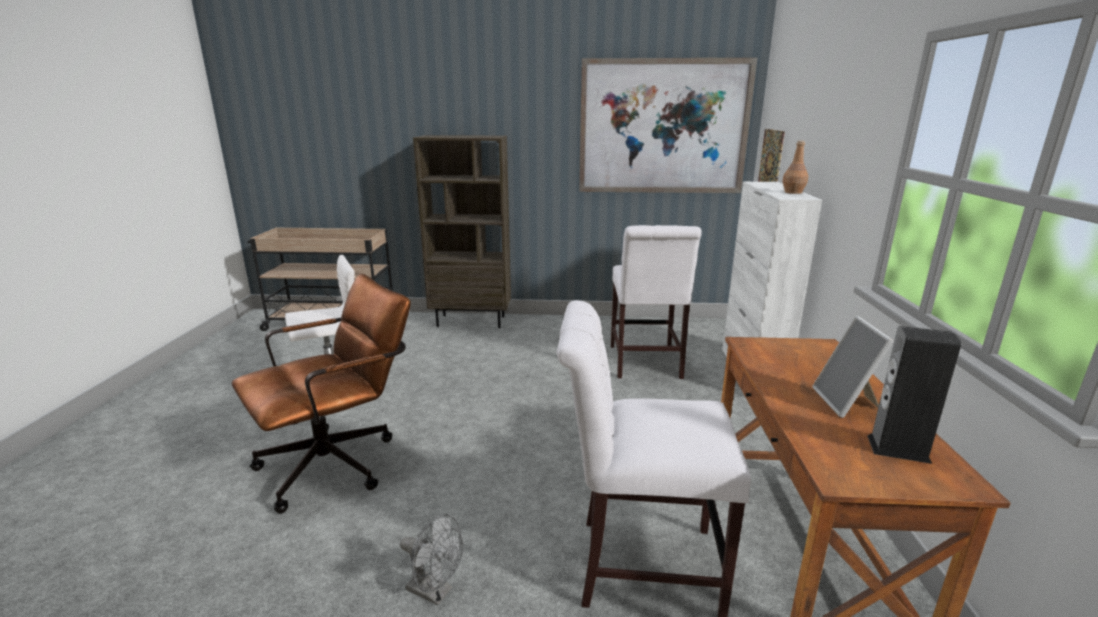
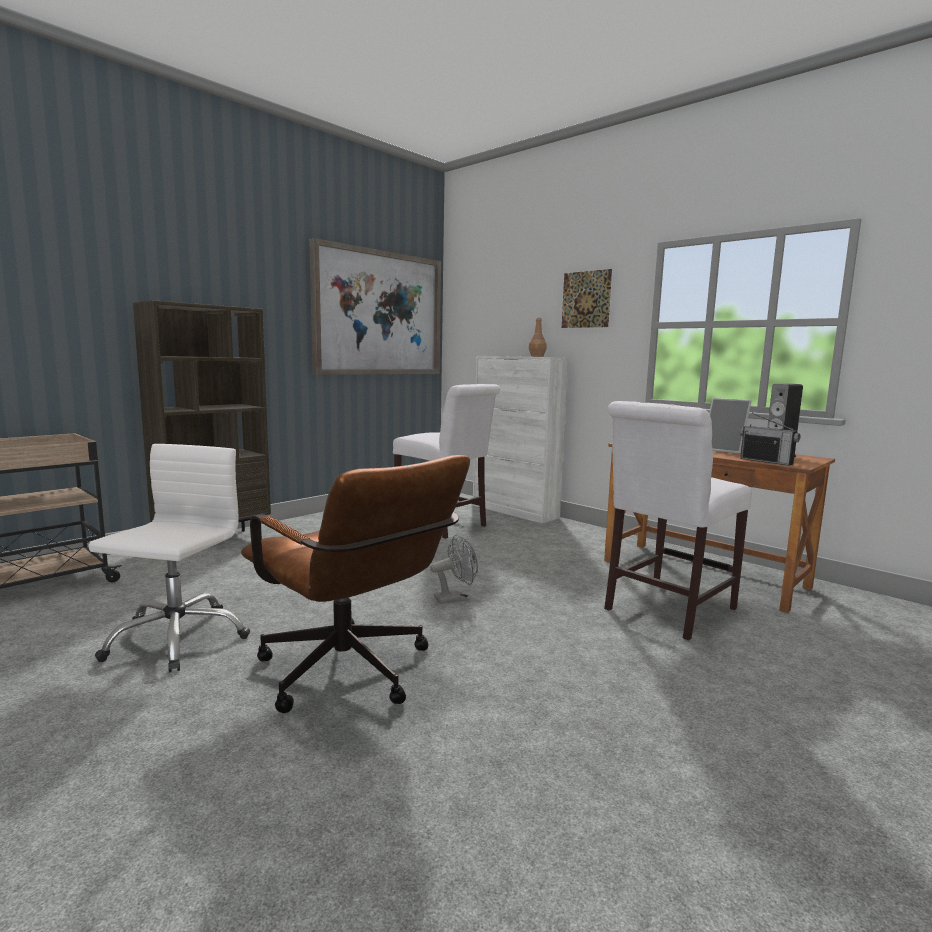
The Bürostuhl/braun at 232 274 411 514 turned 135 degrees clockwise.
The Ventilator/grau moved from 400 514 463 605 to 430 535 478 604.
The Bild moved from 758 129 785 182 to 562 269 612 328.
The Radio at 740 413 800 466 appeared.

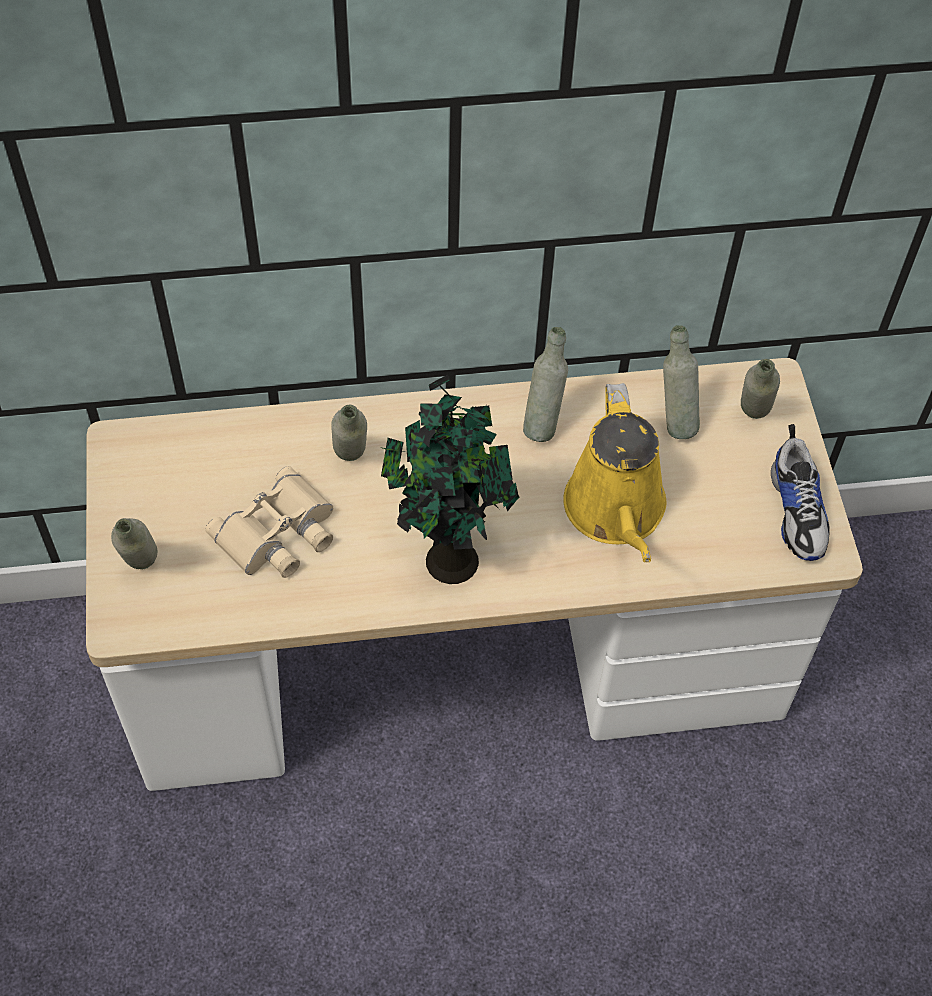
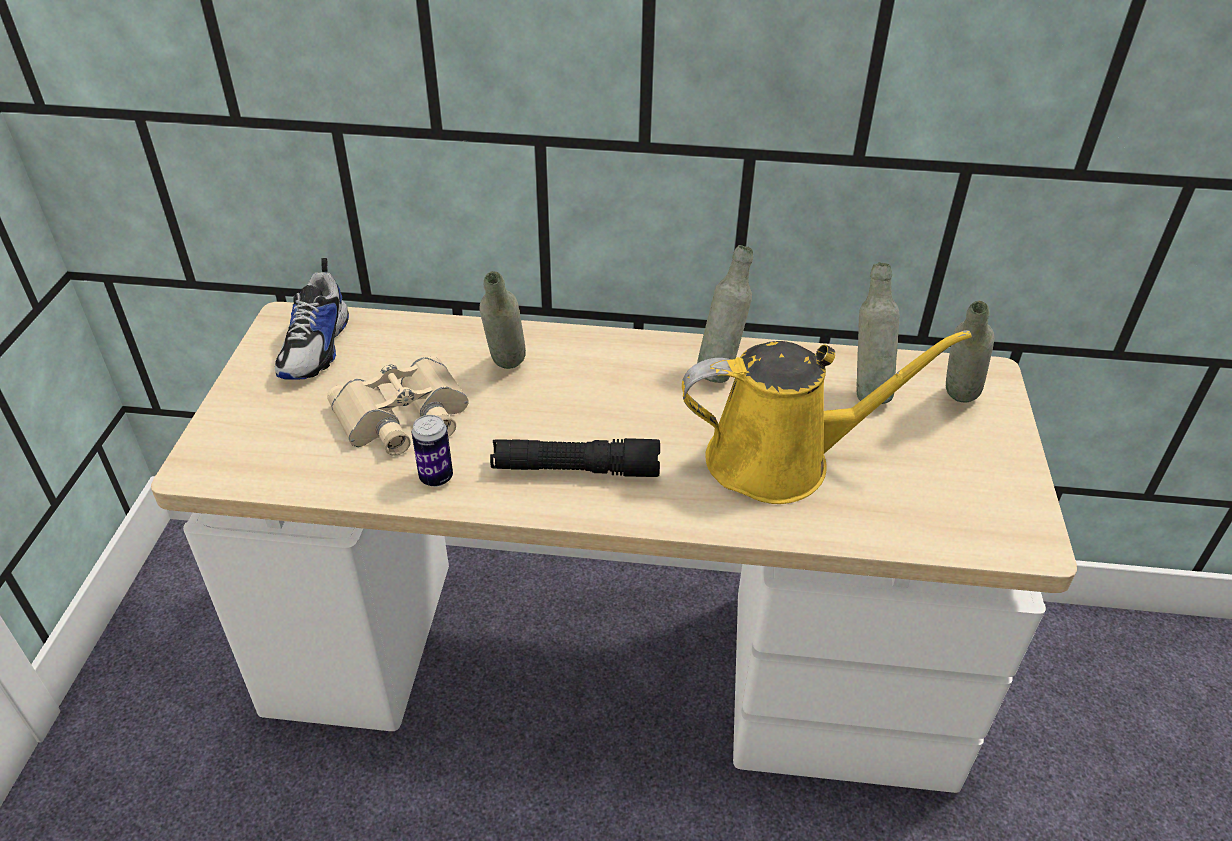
The Schuh moved from 771 424 830 561 to 275 258 349 380.
The Dose at 412 415 453 487 appeared.
The Topfpflanze at 381 375 519 584 was replaced by the Taschenlampe/schwarz at 490 438 660 477.
The Gießkanne/gelb at 563 383 666 562 turned 105 degrees counterclockwise.
The Flasche/grau at 111 518 157 569 disappeared.

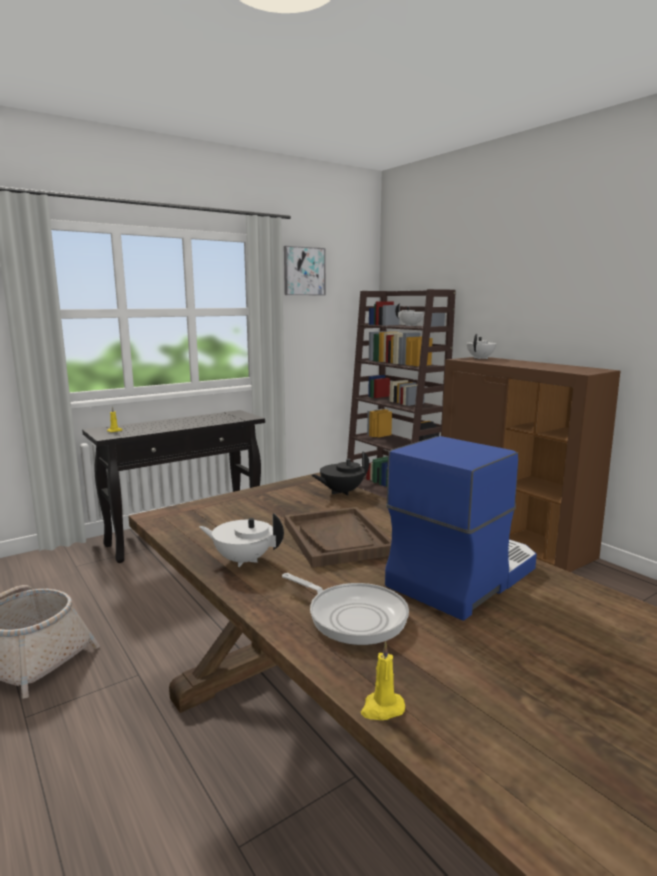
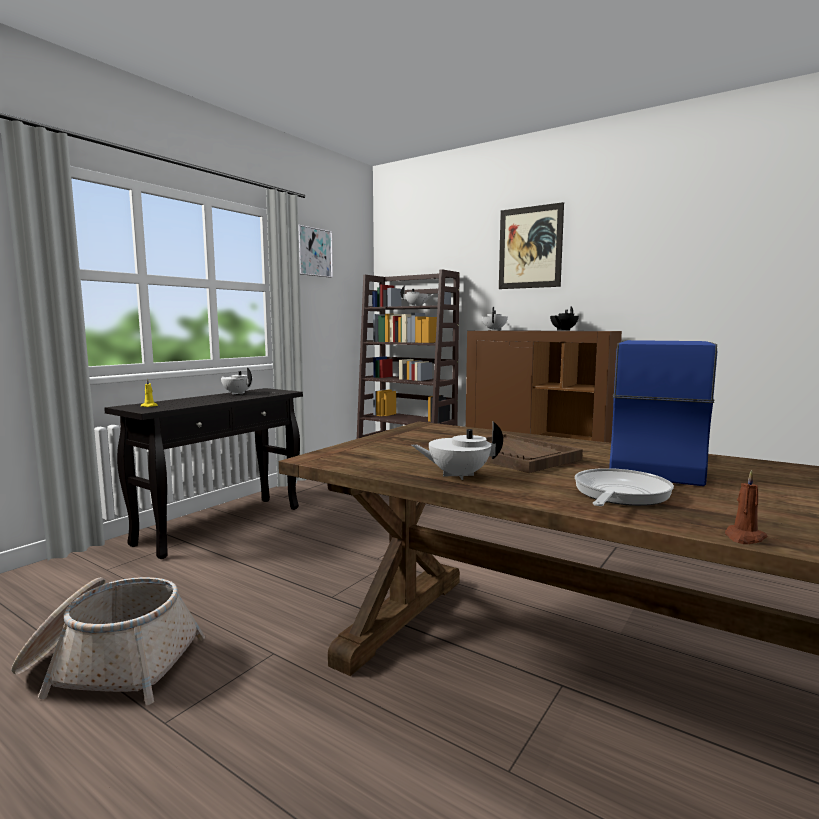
The Teekanne/weiß at 221 368 253 395 appeared.
The Bild at 499 202 564 289 appeared.
The Teekanne/schwarz moved from 311 451 369 496 to 550 306 579 331.
The Pfanne at 282 573 409 645 turned 75 degrees counterclockwise.
The Kerze/gelb at 361 642 405 720 became the Kerze/braun at 725 470 767 544.

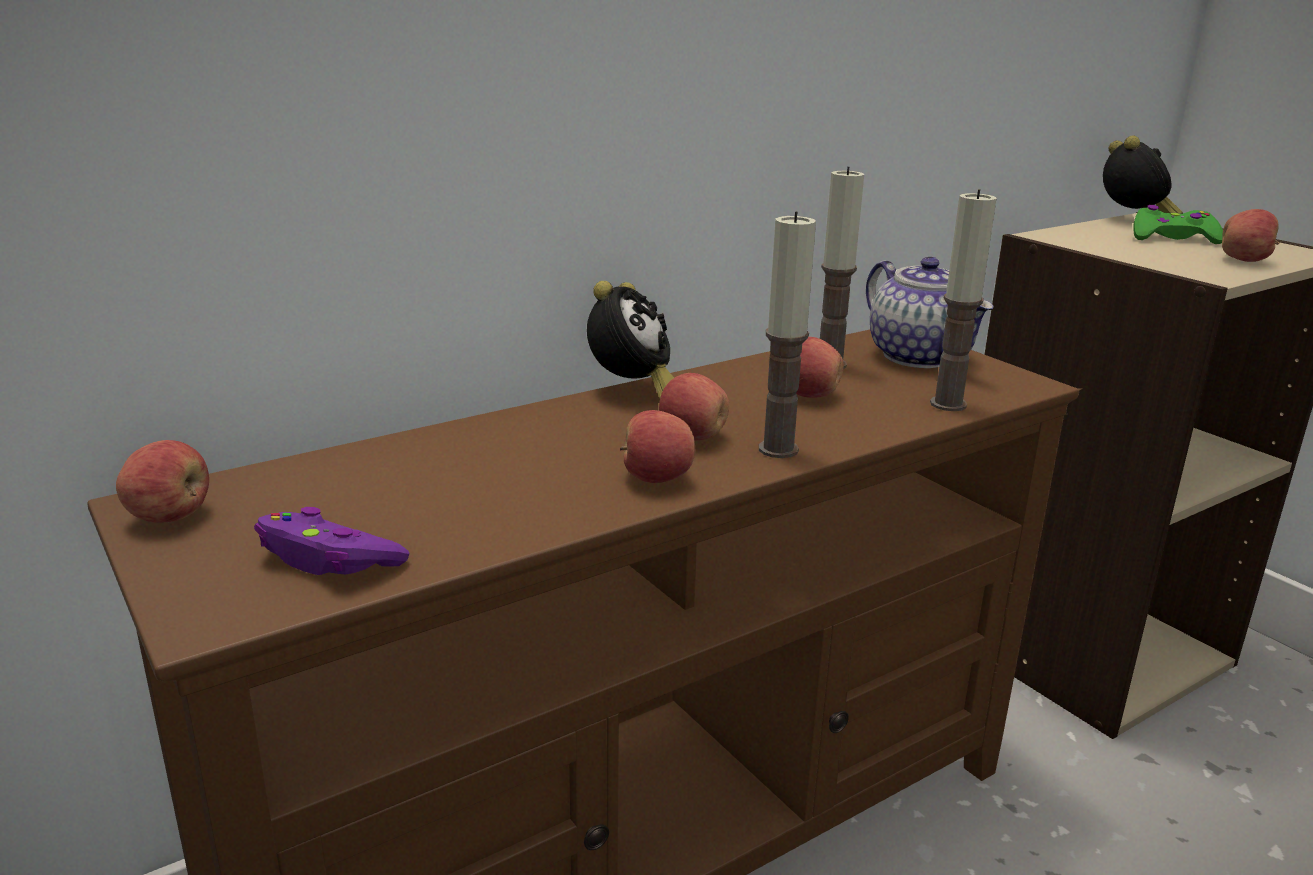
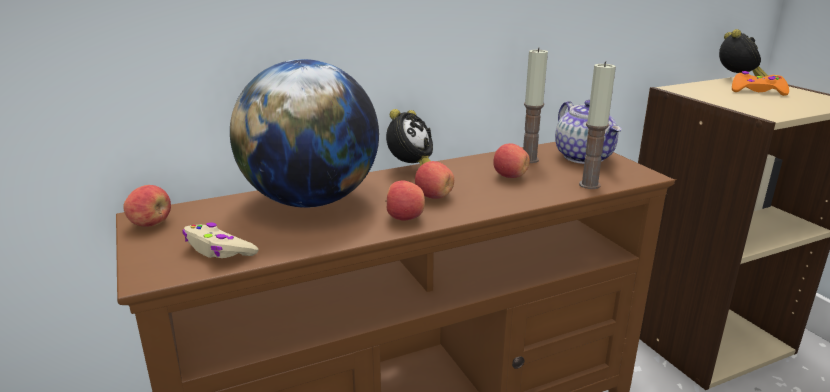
The Gamepad/lila at 254 507 410 575 became the Gamepad/beige at 182 222 259 258.
The Globus at 230 59 379 208 appeared.
The Gamepad/grün at 1134 205 1223 244 became the Gamepad/orange at 732 71 789 96.
The Kerze at 759 212 816 458 disappeared.
The Apfel at 1222 209 1279 262 disappeared.

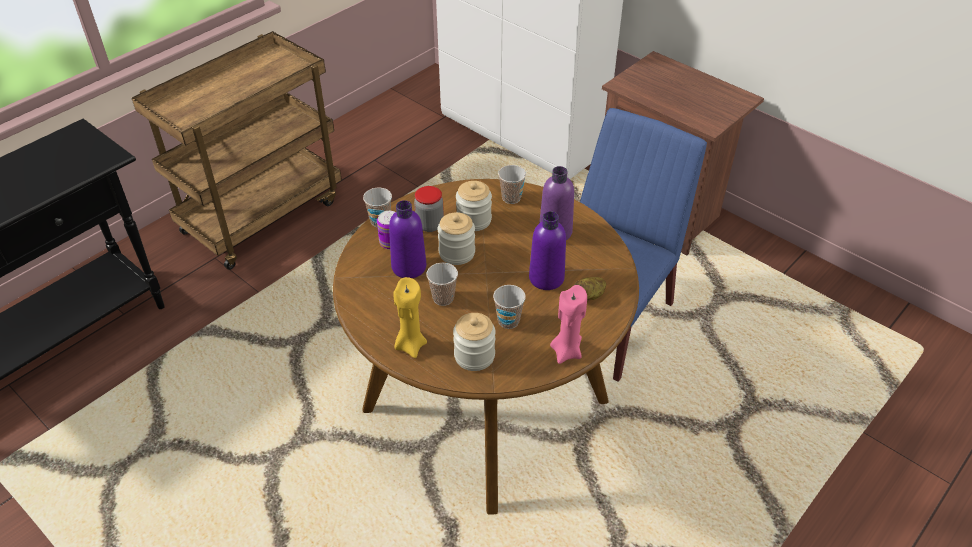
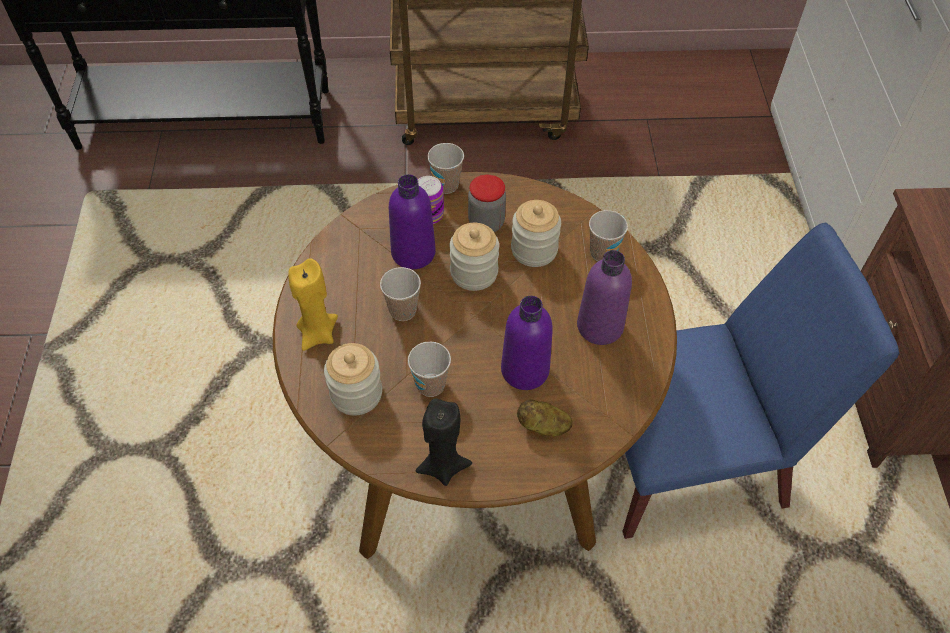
The Kerze/rosa at 550 285 587 364 became the Kerze/schwarz at 416 399 472 486.

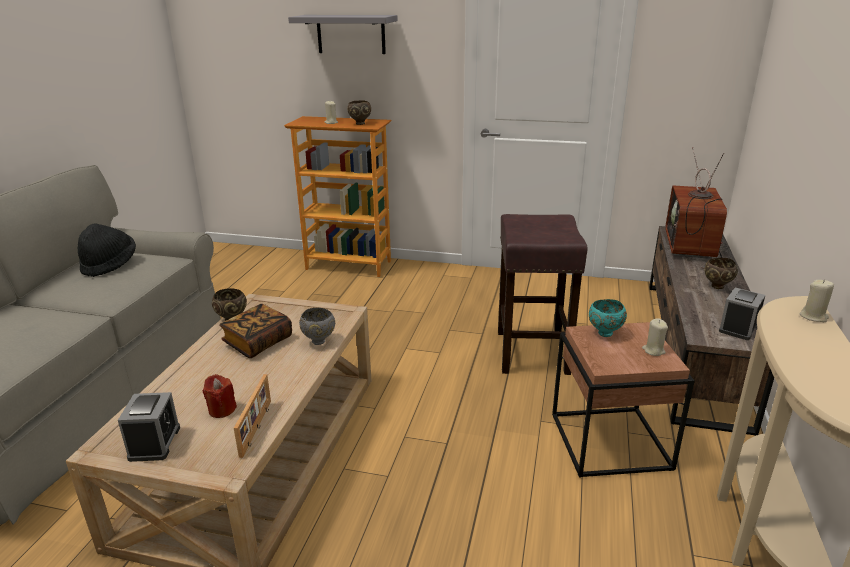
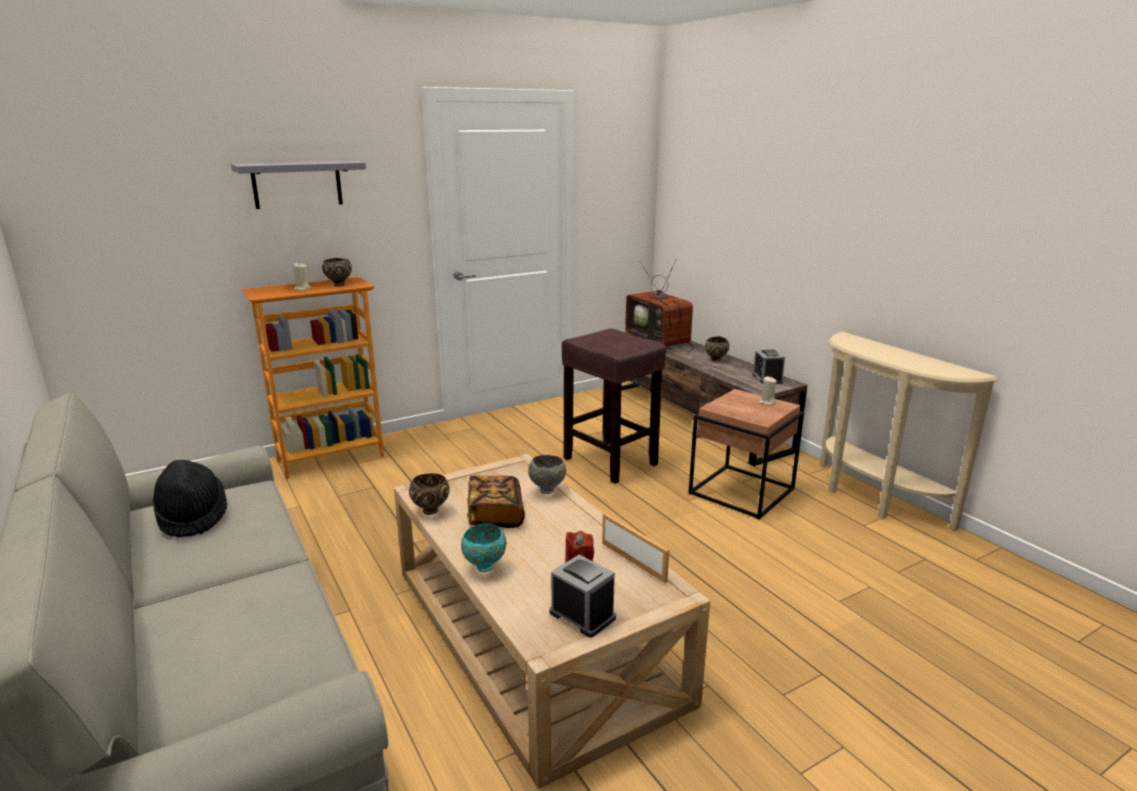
The Schüssel/türkis moved from 589 299 627 337 to 461 523 506 572.
The Kerze/beige at 799 279 834 322 disappeared.

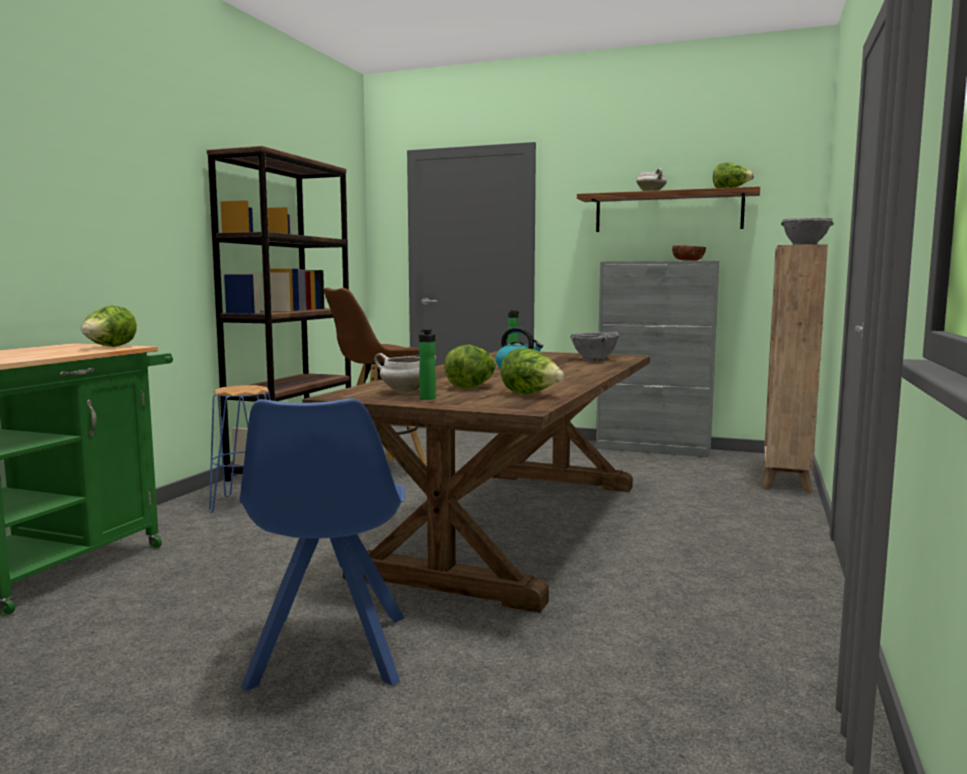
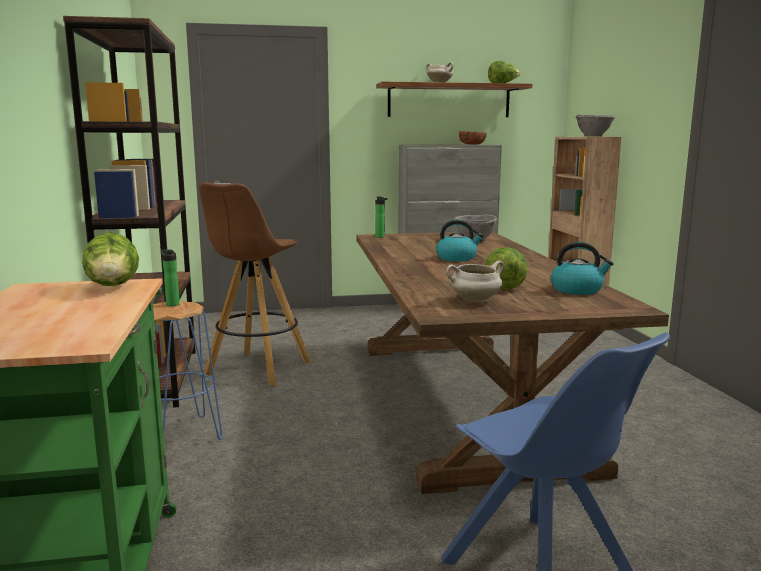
The Flasche moved from 419 329 436 400 to 160 249 180 306.
The Salatkopf at 500 348 564 394 was replaced by the Wasserkessel at 551 242 614 295.

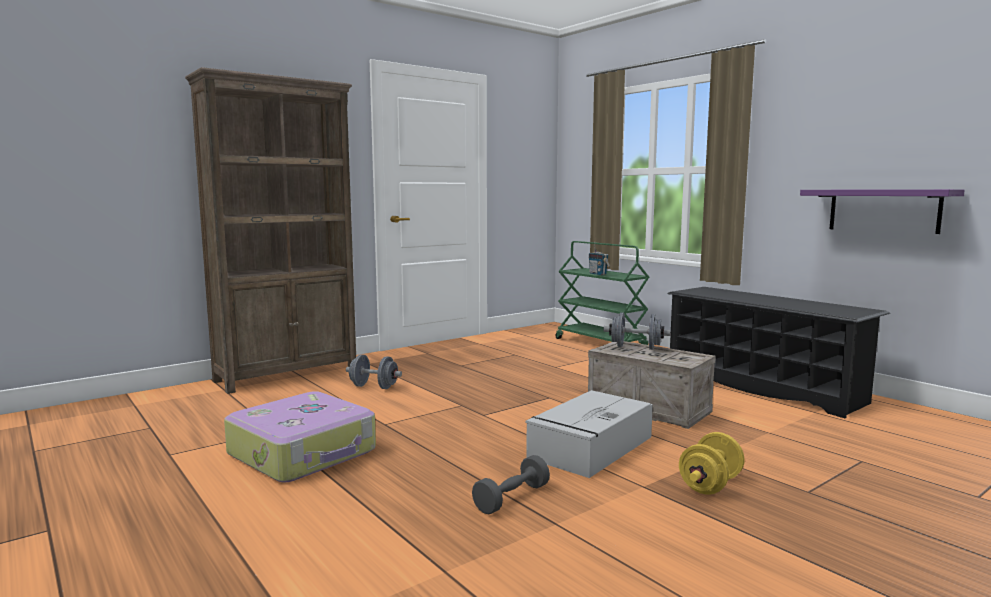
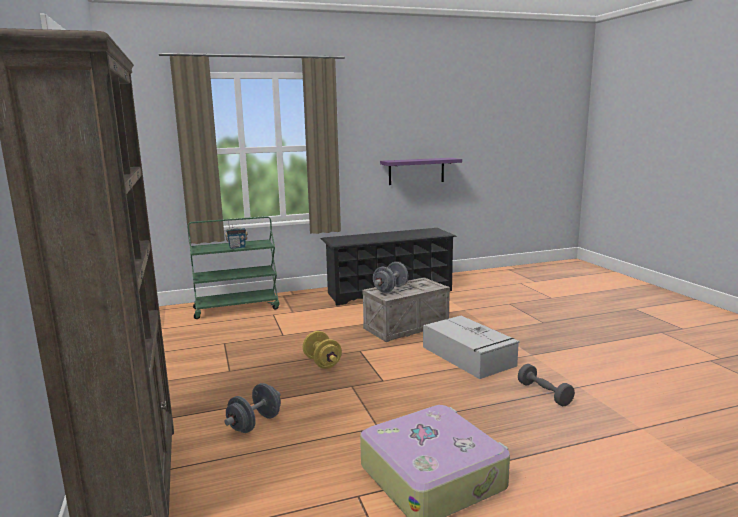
The Hantel/gelb moved from 679 432 745 495 to 303 331 342 369.

